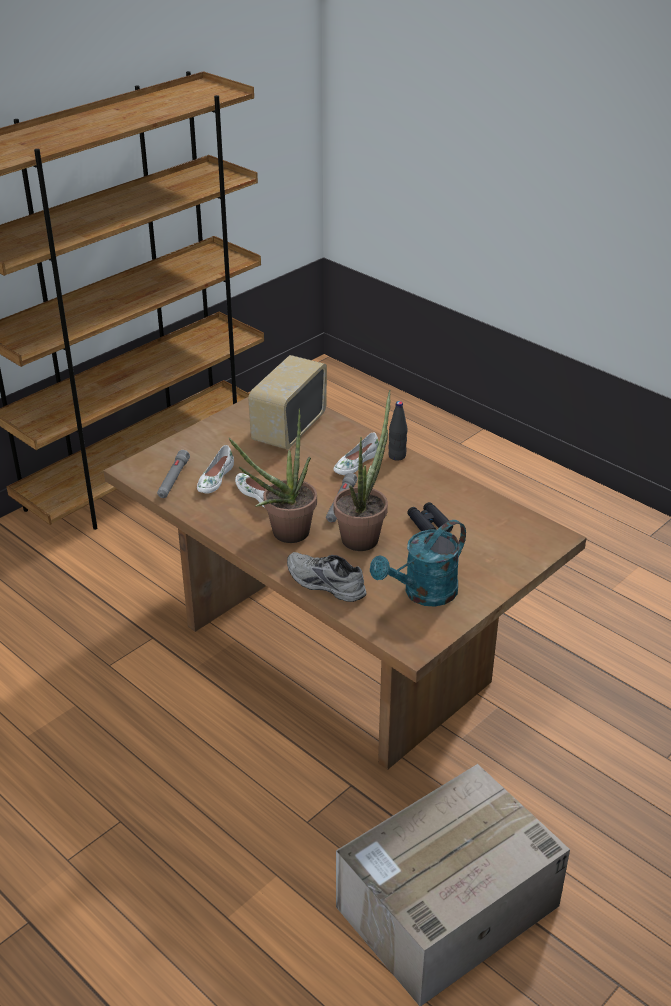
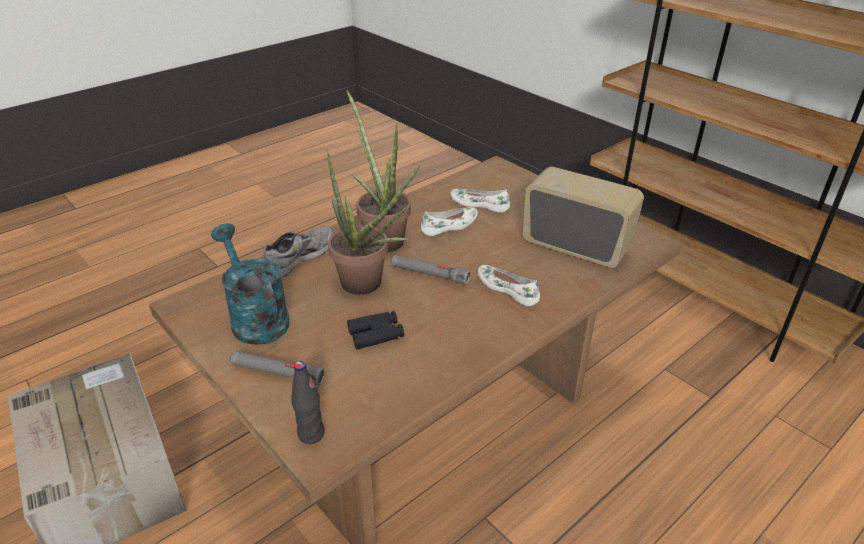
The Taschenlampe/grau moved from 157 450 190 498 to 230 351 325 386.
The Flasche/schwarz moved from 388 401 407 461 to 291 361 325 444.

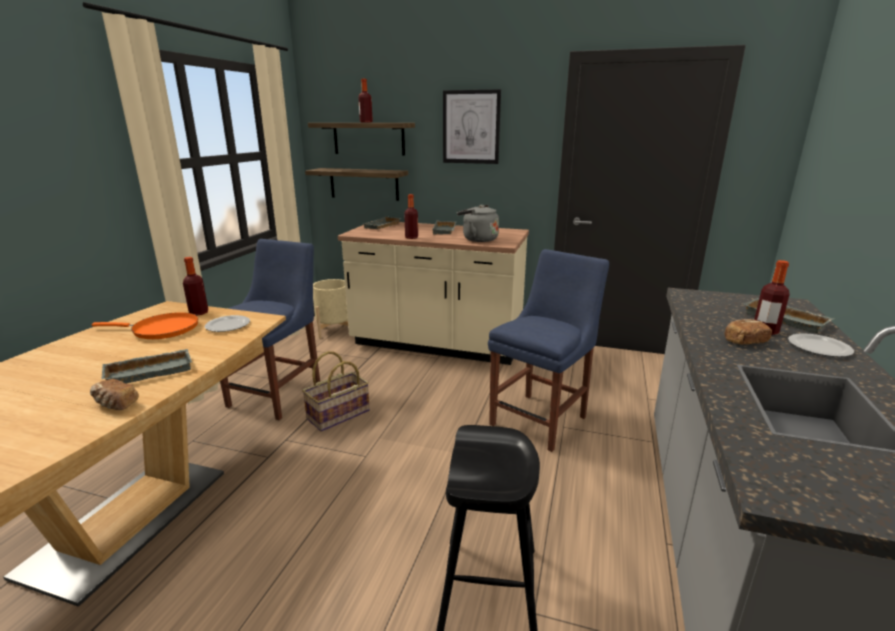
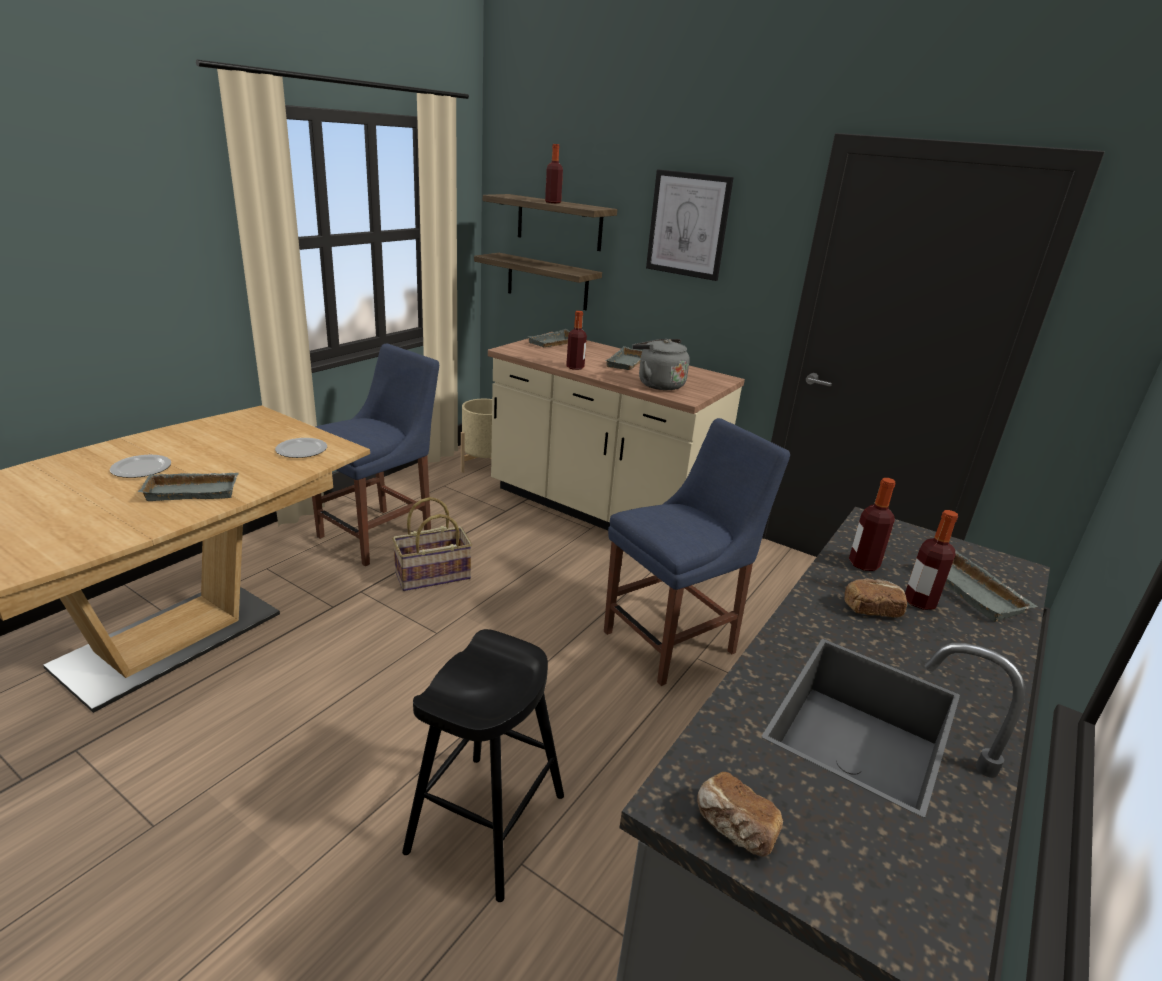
The Teller moved from 788 333 854 357 to 110 455 171 478.
The Brot moved from 90 379 139 410 to 697 772 783 857.
The Flasche moved from 183 257 208 315 to 849 478 896 571.
The Pfanne/orange at 92 312 198 339 disappeared.

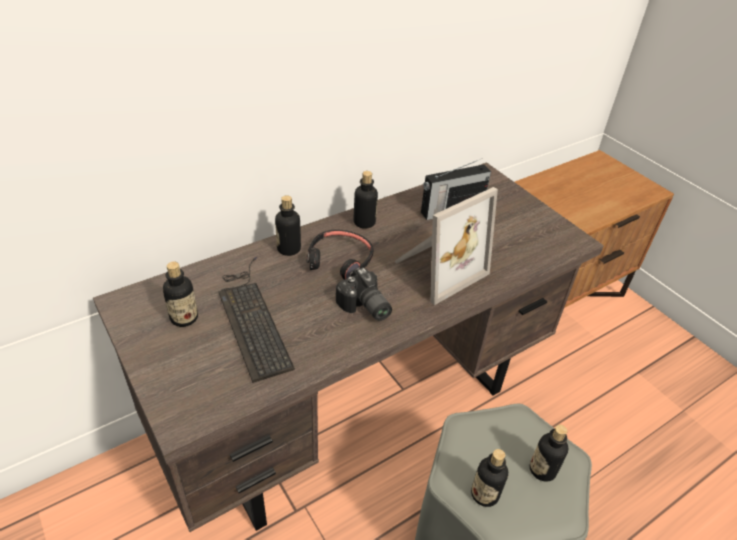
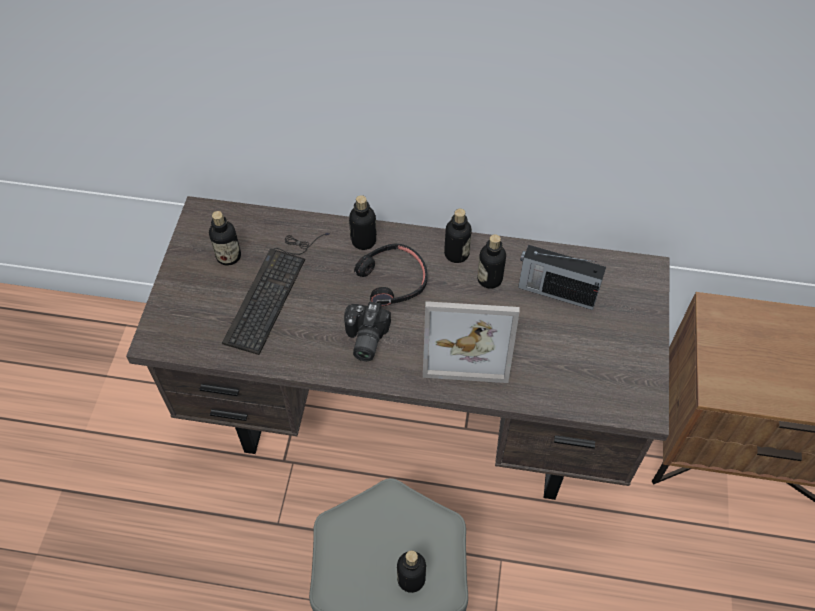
The Flasche moved from 471 449 508 507 to 477 234 506 289.

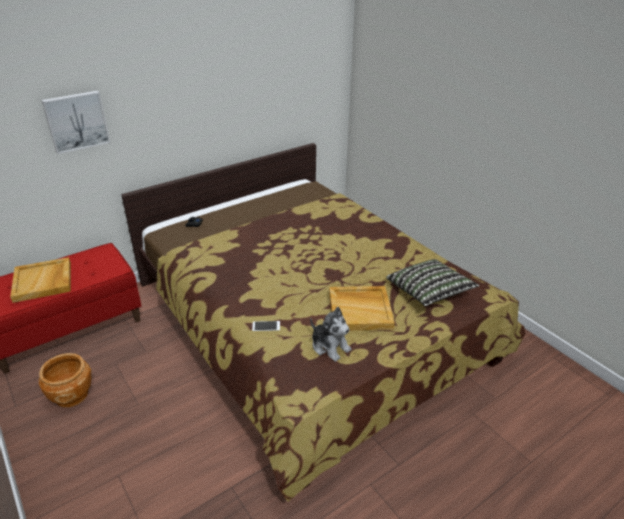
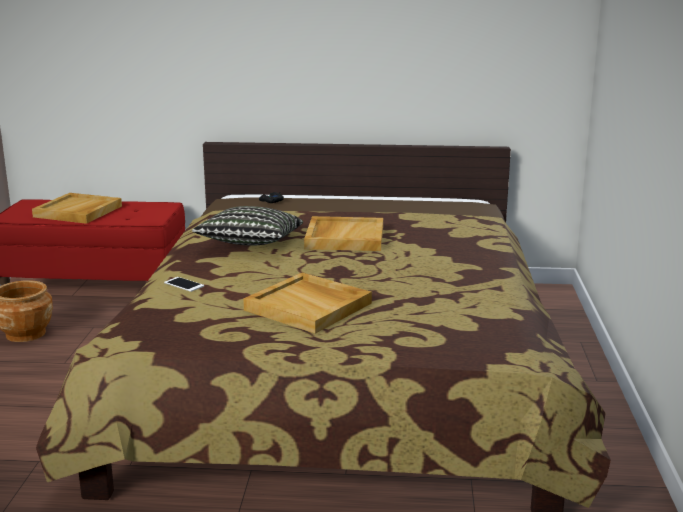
The Kissen moved from 386 259 479 306 to 192 206 303 246.
The Tablett/beige at 304 216 383 251 appeared.
The Bild at 42 91 110 154 disappeared.
The Plüschtier at 310 307 352 362 disappeared.

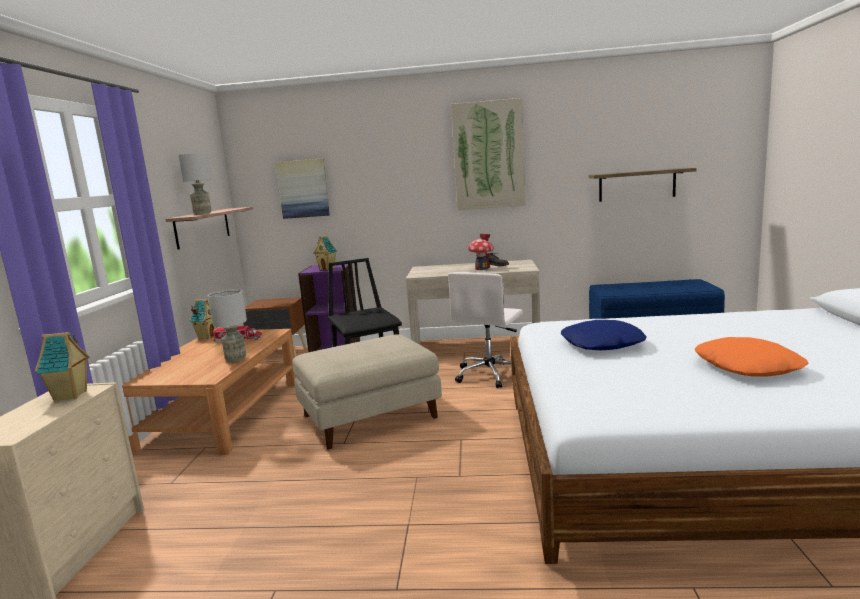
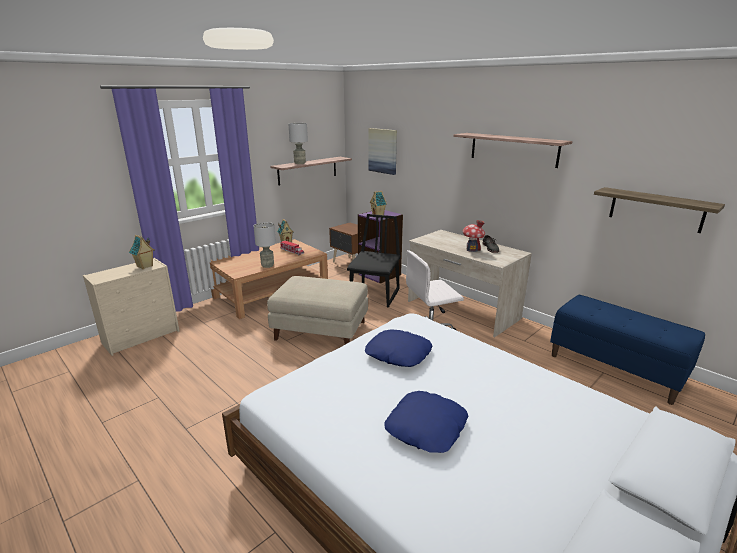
The Kissen/orange at 695 337 809 377 became the Kissen/blau at 384 391 468 453.
The Bild at 451 98 526 210 was replaced by the Wandregal at 453 133 573 168.

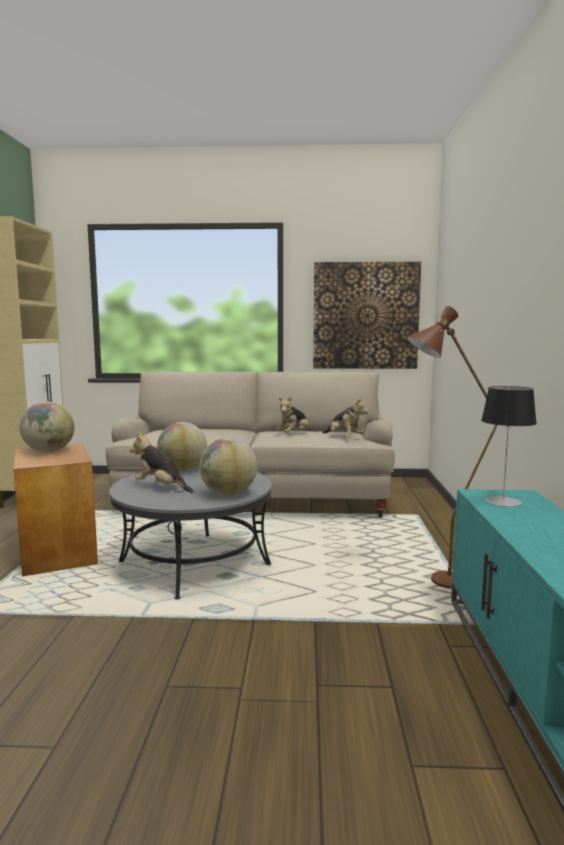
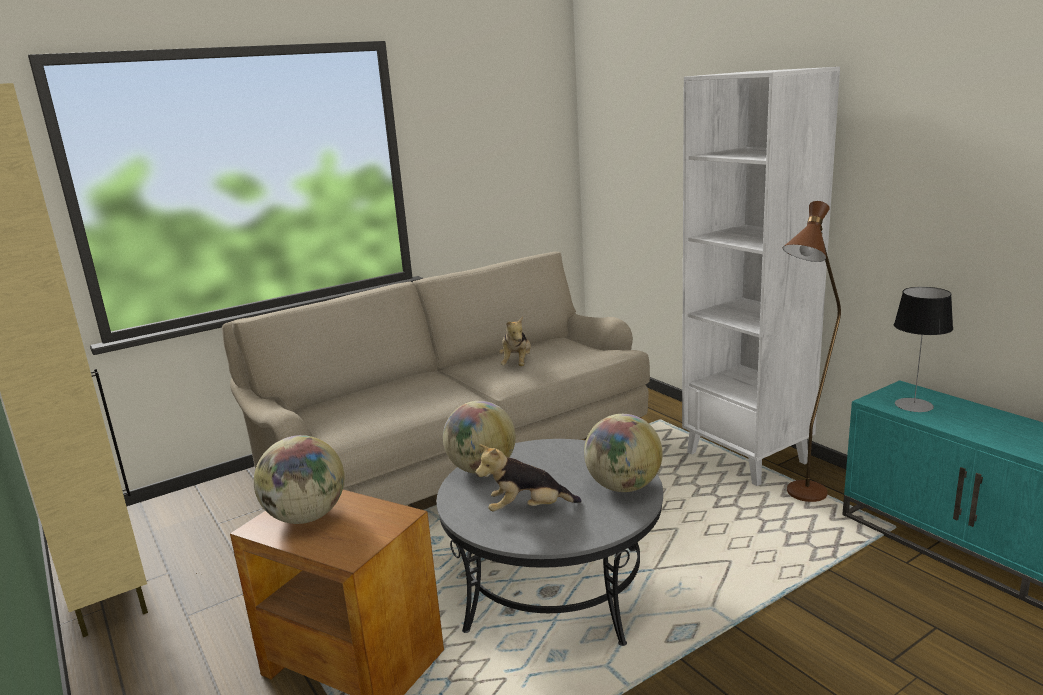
The Bücherregal/weiß at 682 67 840 486 appeared.
The Bild at 313 262 421 369 disappeared.
The Plüschtier at 323 397 368 435 disappeared.

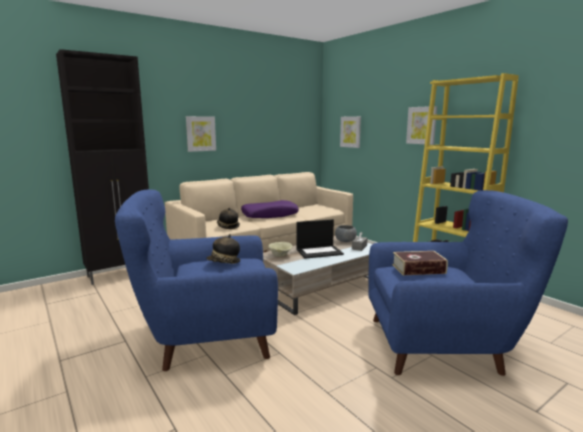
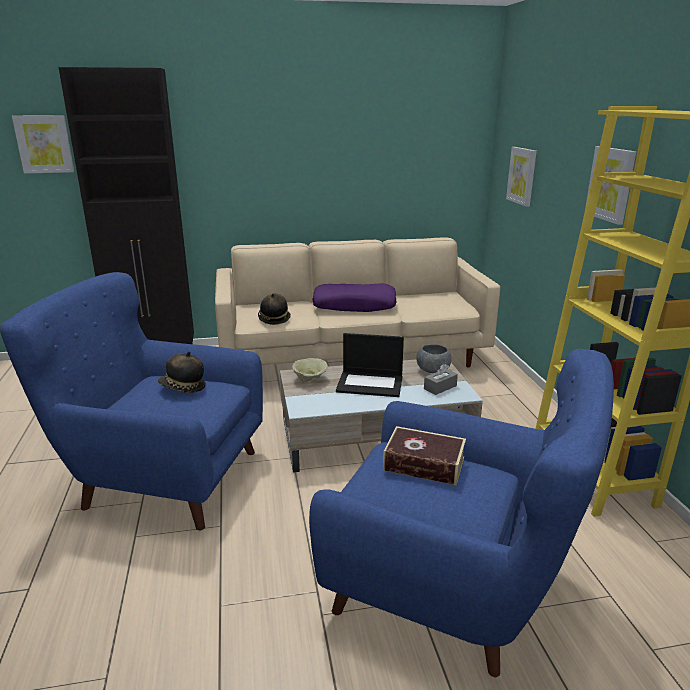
The Bild moved from 186 116 216 152 to 12 115 74 173.

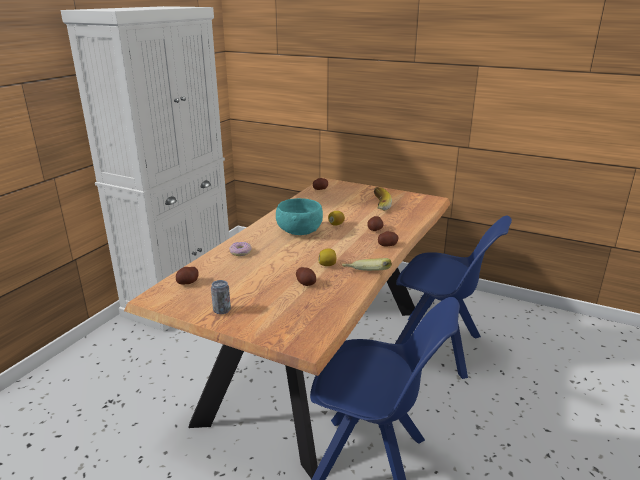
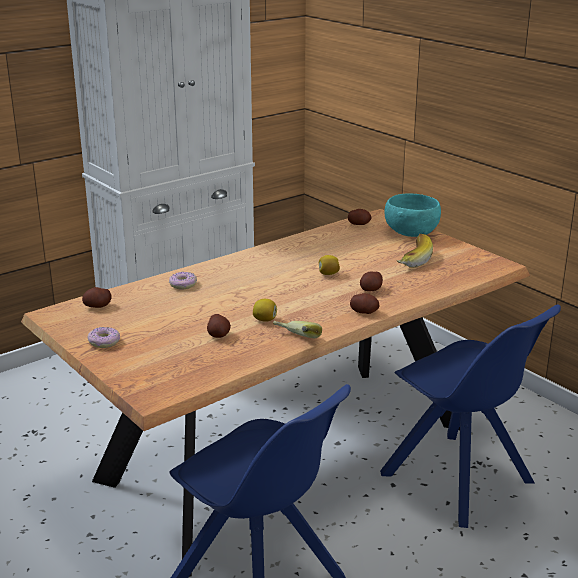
The Dose at 211 280 231 314 was replaced by the Donut at 87 327 120 348.
The Schüssel/türkis moved from 276 198 323 235 to 384 193 441 237.

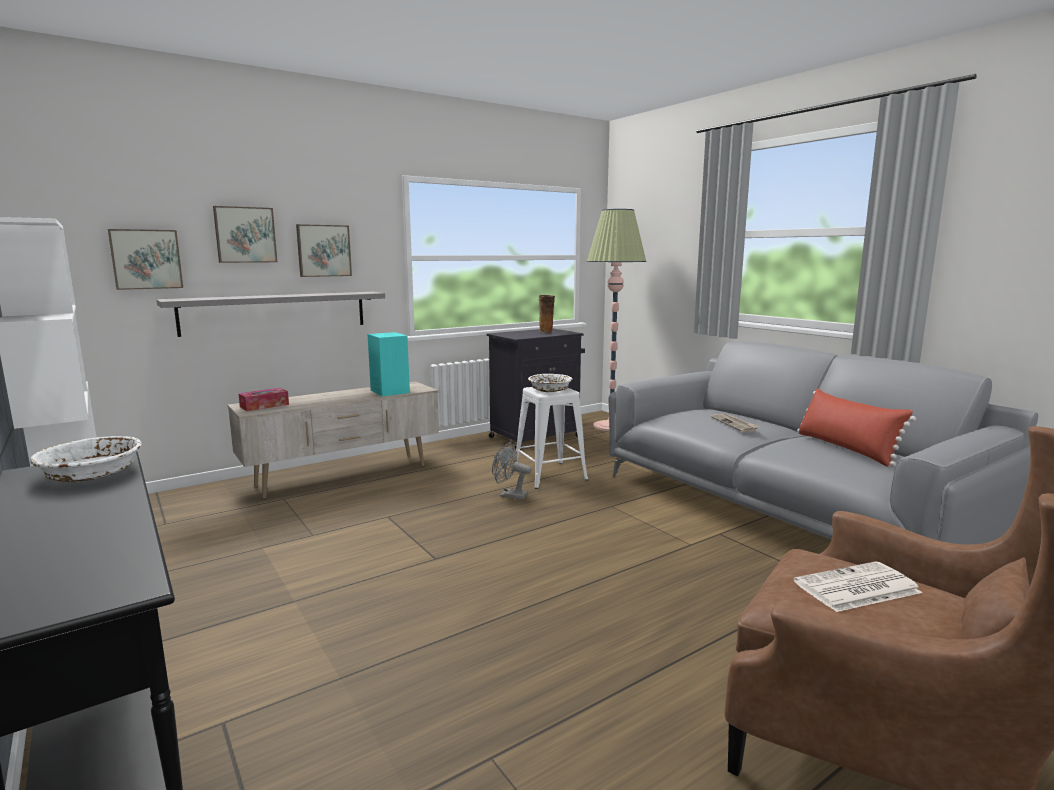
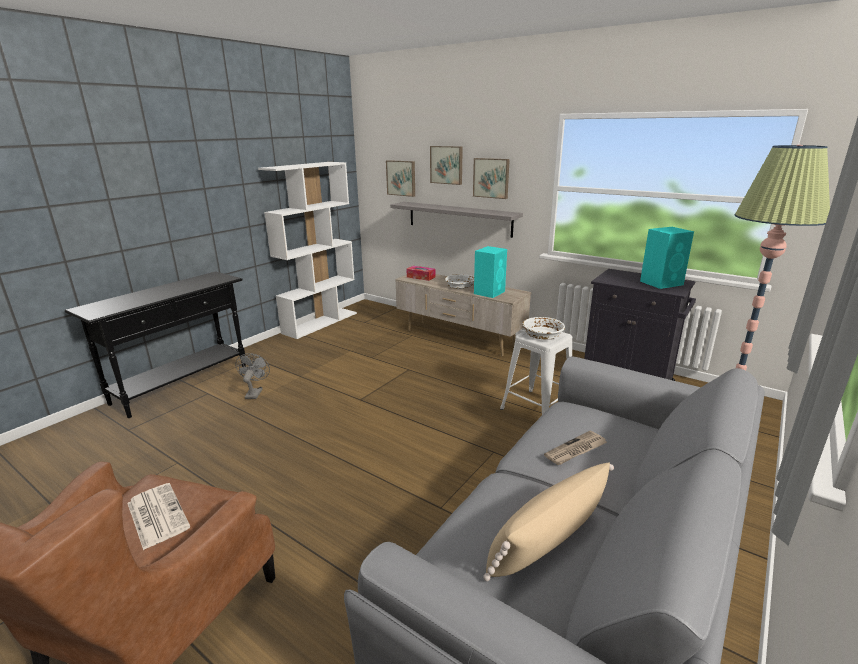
The Ventilator/grau moved from 492 442 532 500 to 235 353 270 399.
The Schüssel/weiß moved from 30 436 142 482 to 445 274 474 289.
The Kissen/rot at 797 388 916 467 became the Kissen/beige at 483 462 614 581.
The Vase at 539 295 555 333 was replaced by the Lautsprecher/türkis at 640 227 694 289.

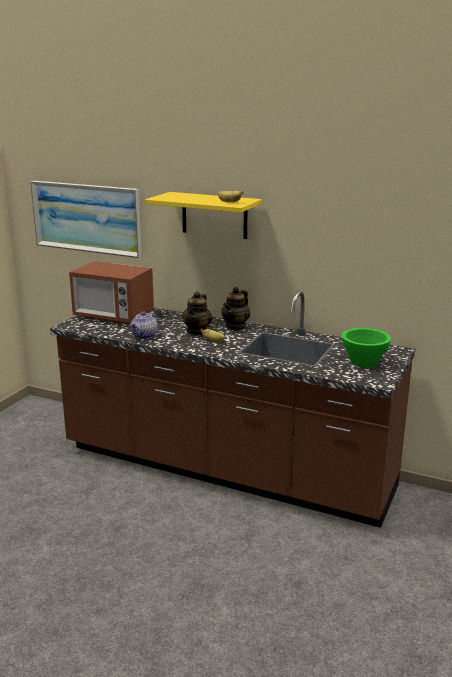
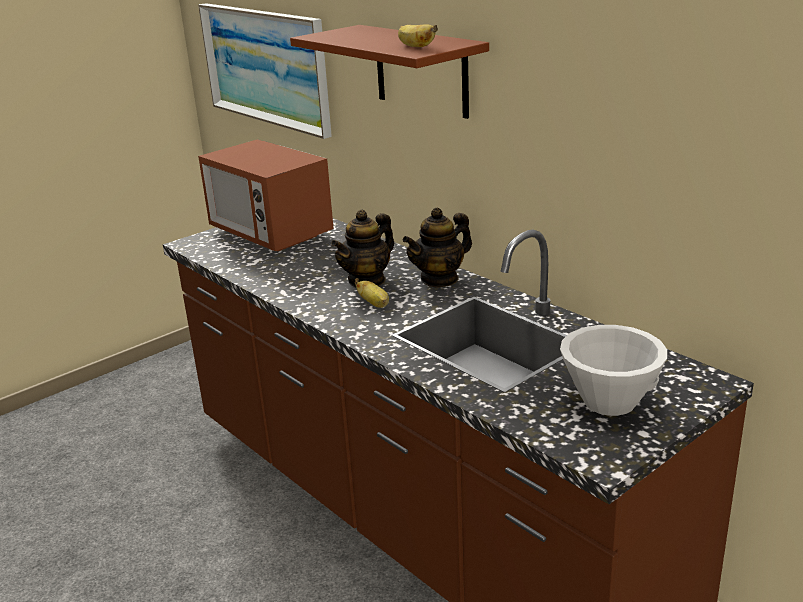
The Wandregal/gelb at 145 192 262 239 became the Wandregal/braun at 290 25 489 119.
The Schüssel/grün at 342 328 391 368 became the Schüssel/weiß at 560 325 667 416.
The Teekanne at 130 311 158 339 disappeared.

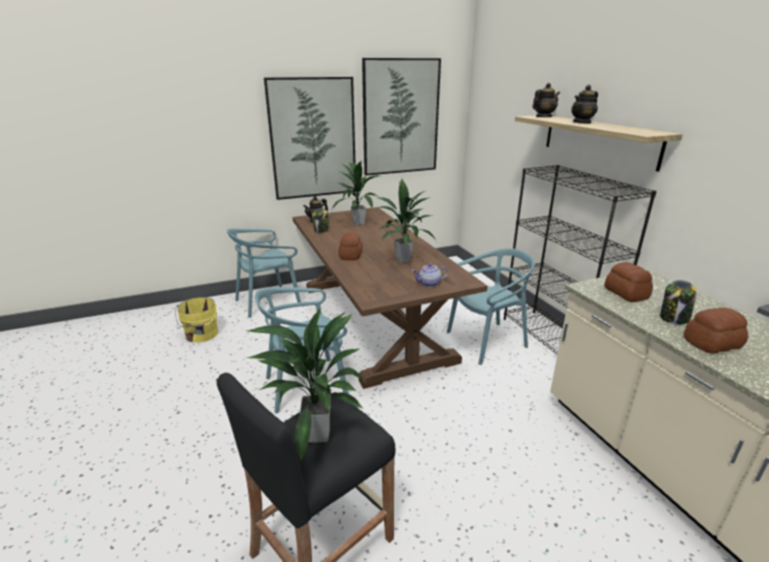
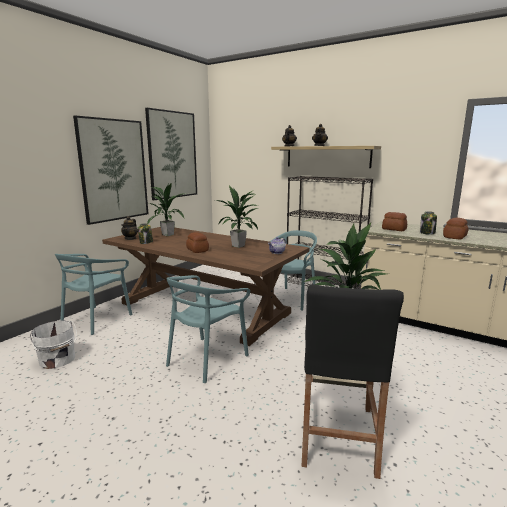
The Eimer/gelb at 175 297 218 342 became the Eimer/weiß at 30 320 77 369.

